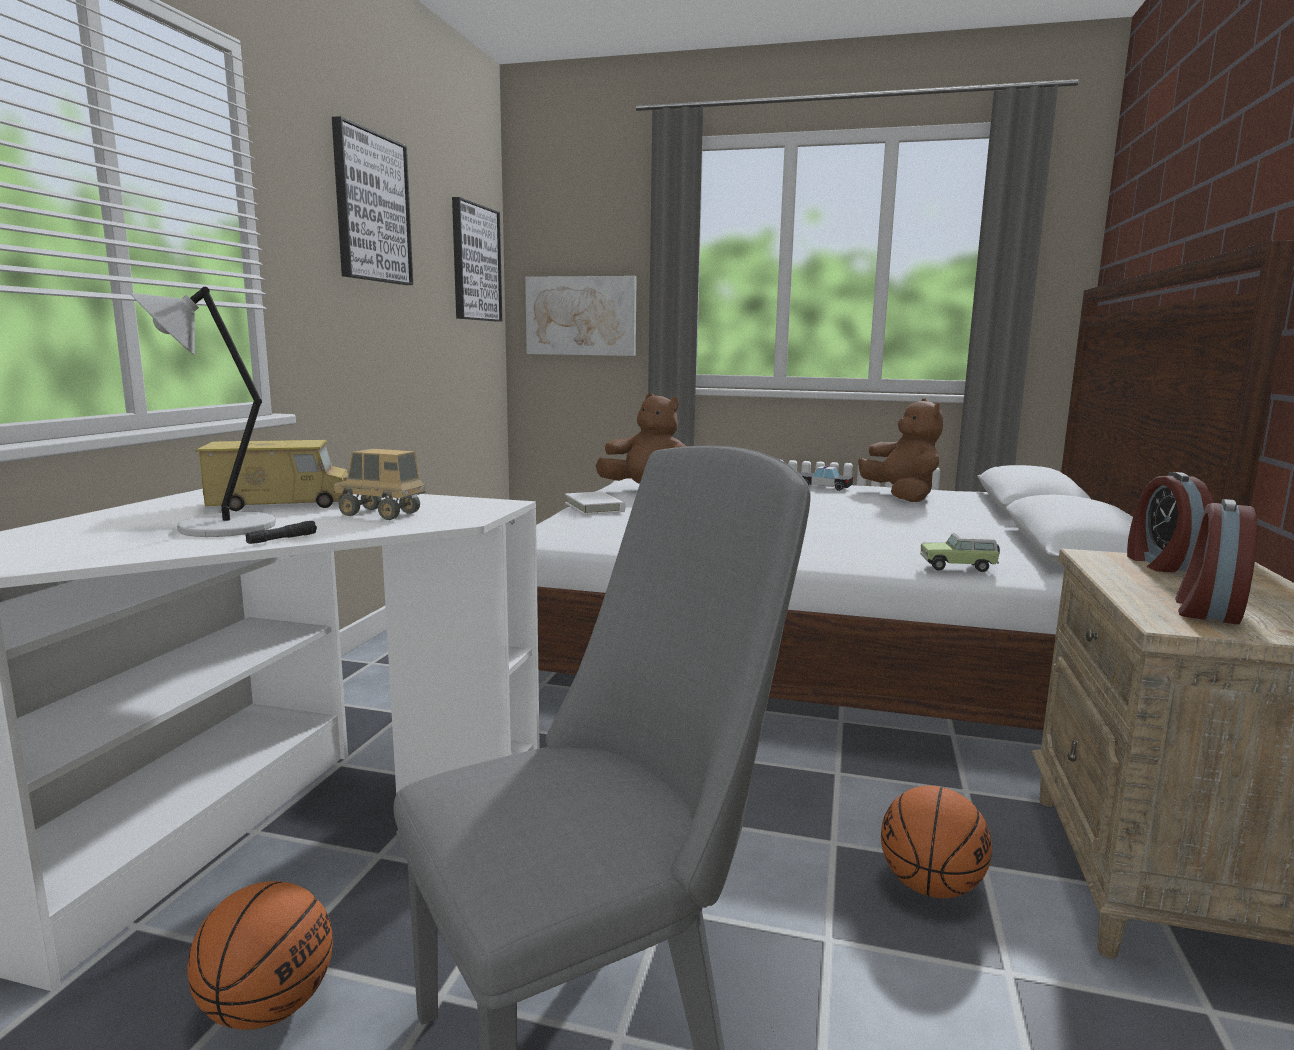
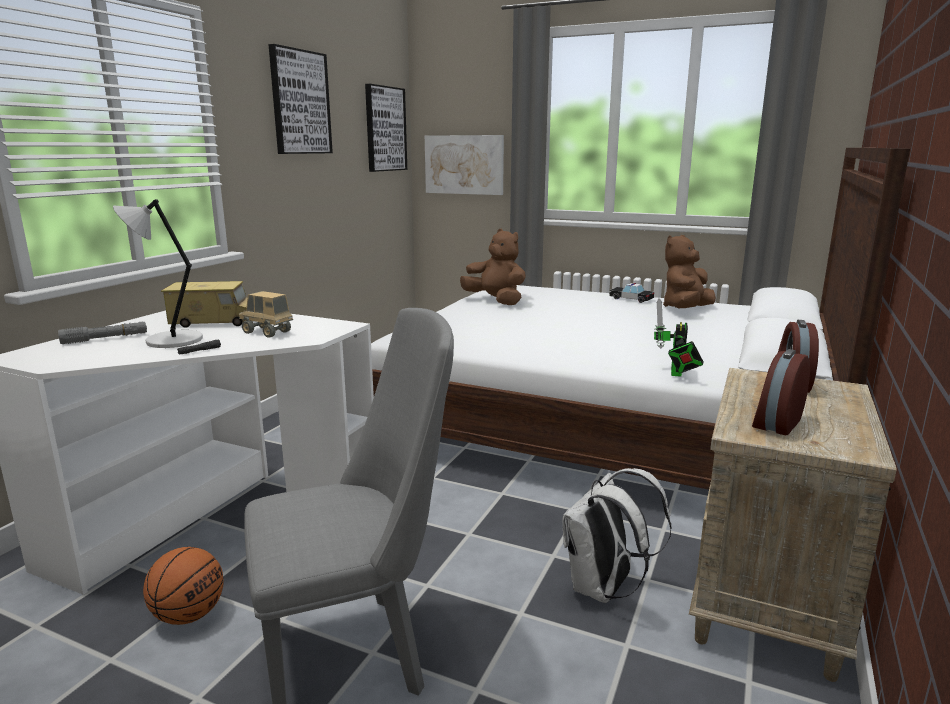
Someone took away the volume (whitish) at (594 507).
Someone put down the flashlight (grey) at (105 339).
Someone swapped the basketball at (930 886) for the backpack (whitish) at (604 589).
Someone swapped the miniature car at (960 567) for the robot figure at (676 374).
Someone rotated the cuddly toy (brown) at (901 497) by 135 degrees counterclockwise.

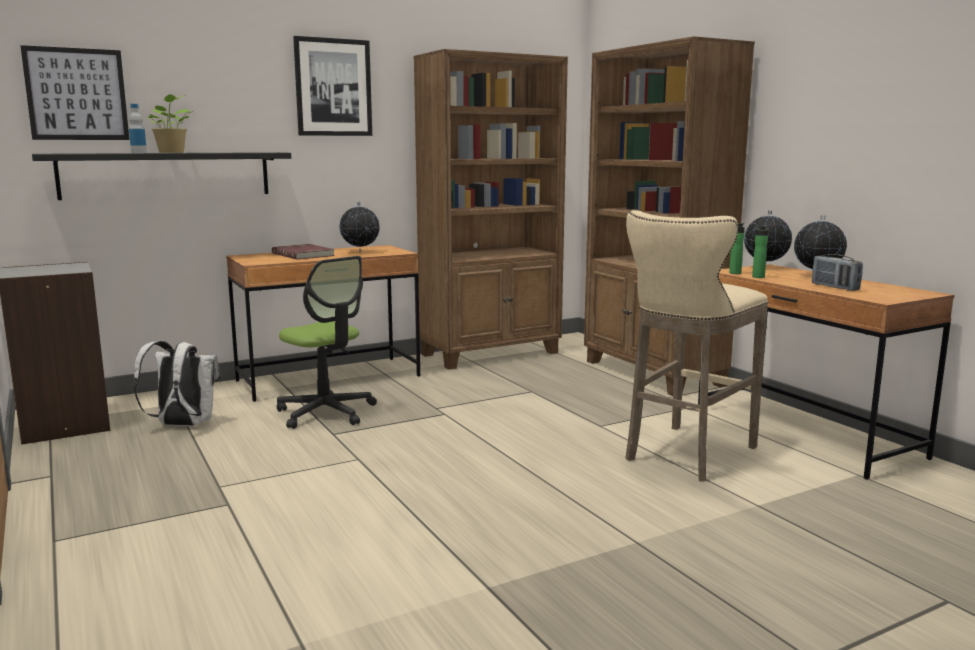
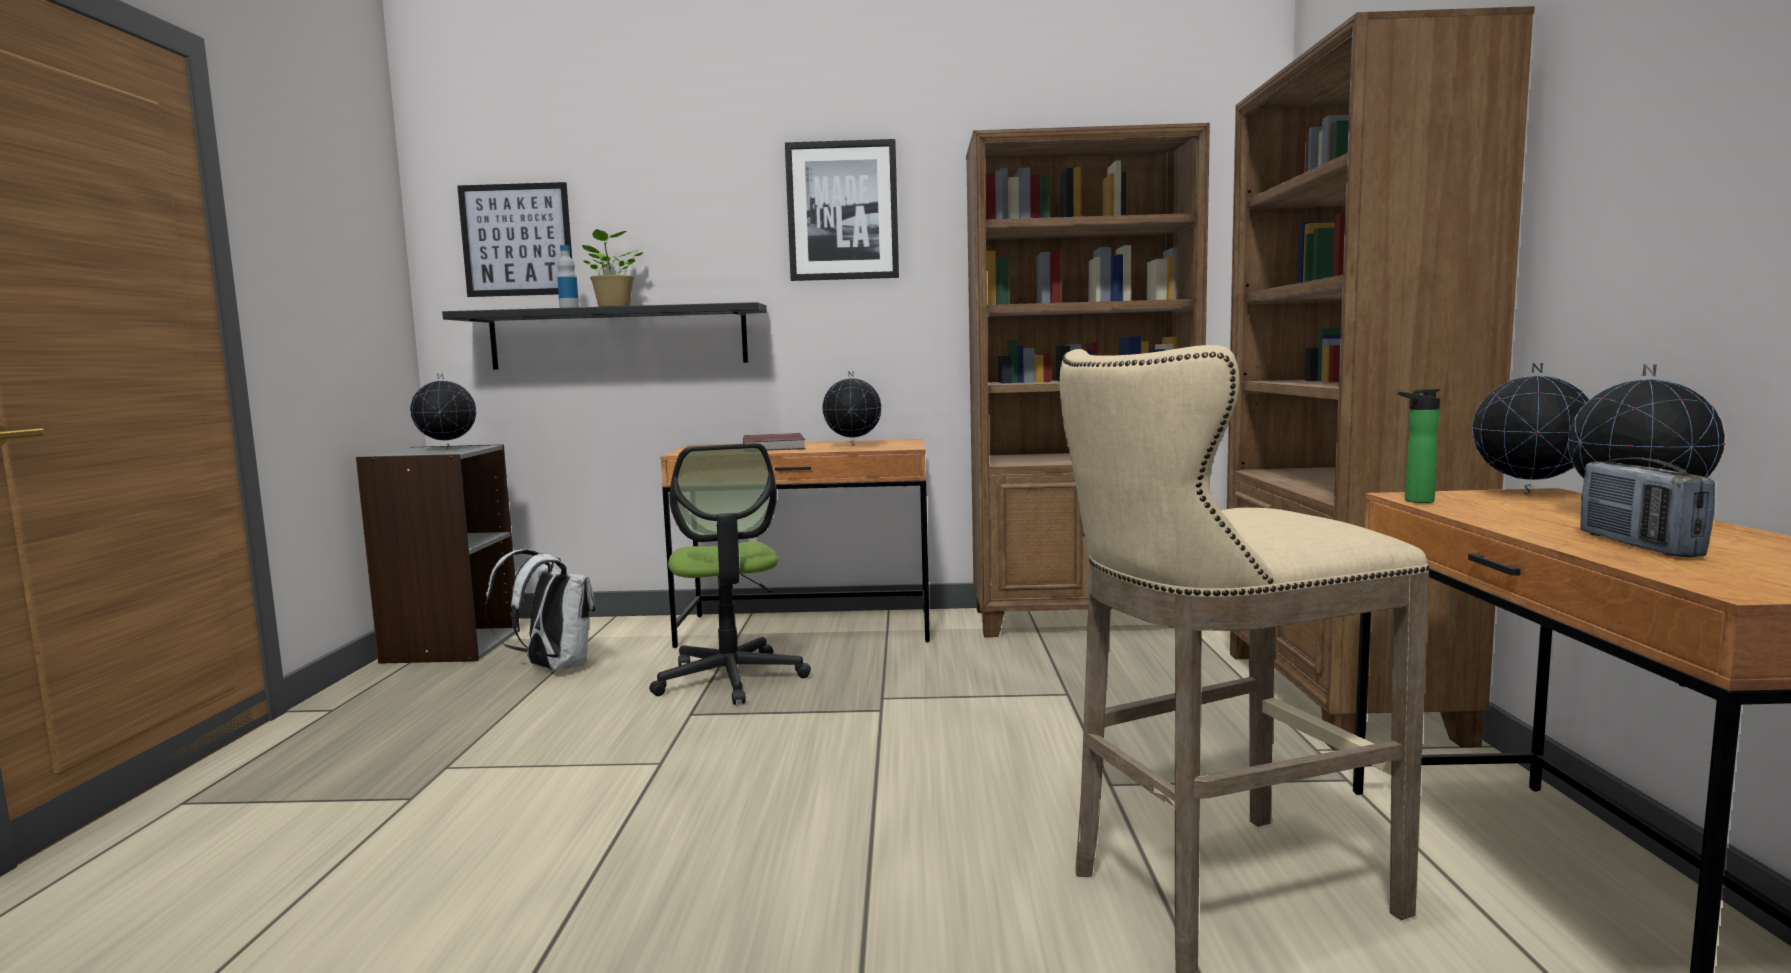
Someone took away the drink bottle at (758 276).
Someone put down the globe at (447 448).

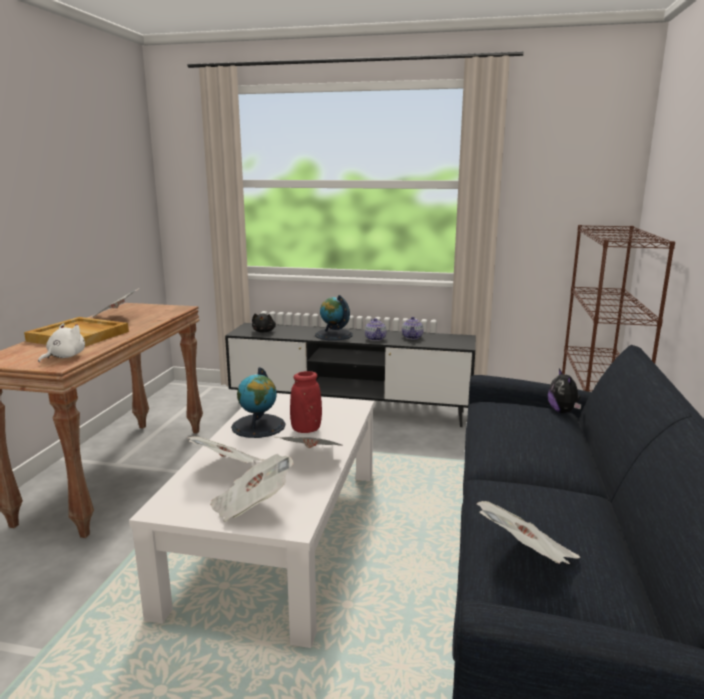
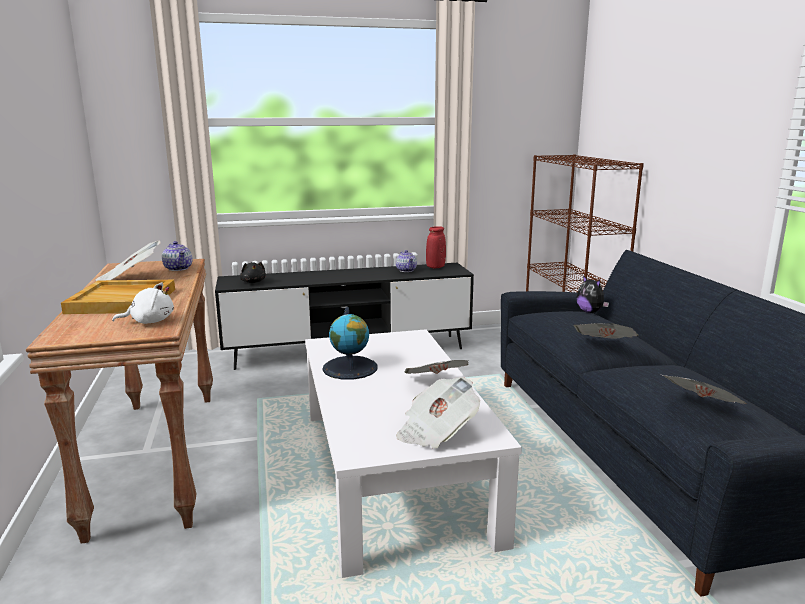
Someone took away the globe at (333 335).
Someone carried the daily paper from (228 468) to (604 347).
Someone carried the vase (red-coloured) from (306 429) to (435 267).
Someone carried the teapot from (375 338) to (178 268).
Someone rotated the cuddly toy (whitish) at (64 357) by 75 degrees clockwise.

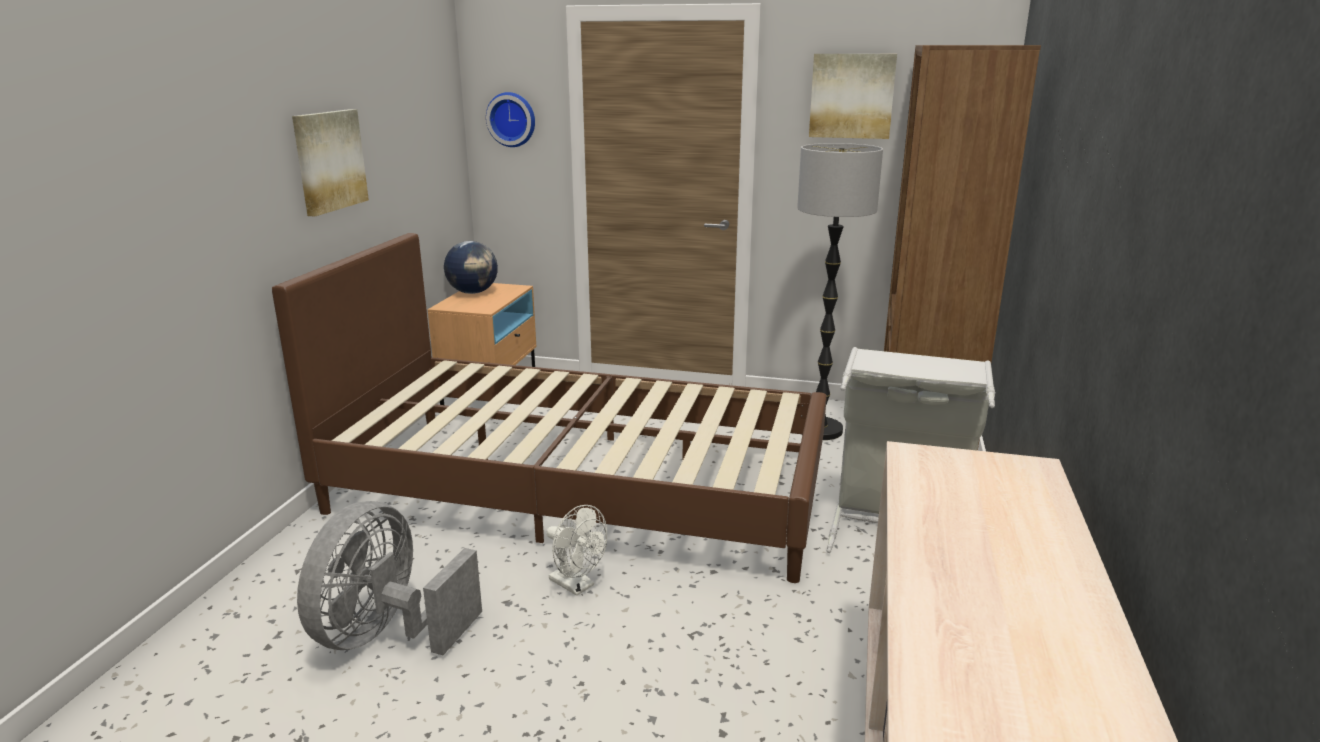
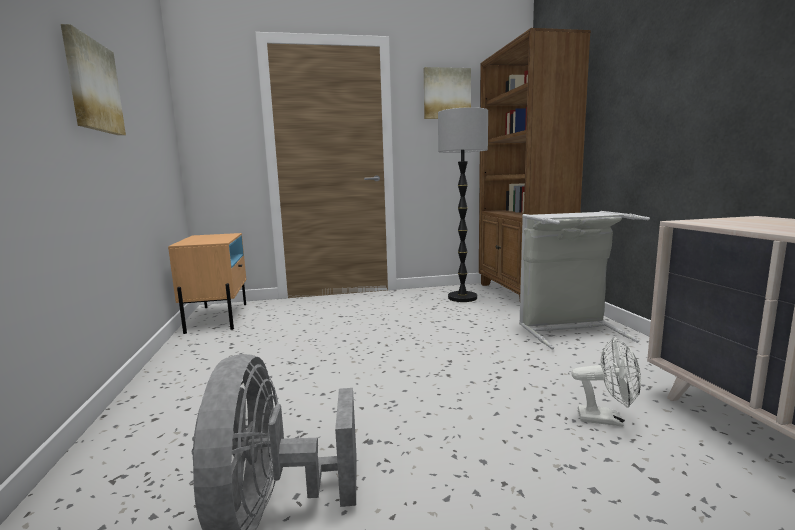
Someone took away the sleeping bed (brown) at (579 488).
Someone took away the globe at (473 292).
Someone took away the clock on the wall at (512 119).
Someone carried the electric fan (whitish) from (577 585) to (607 419).

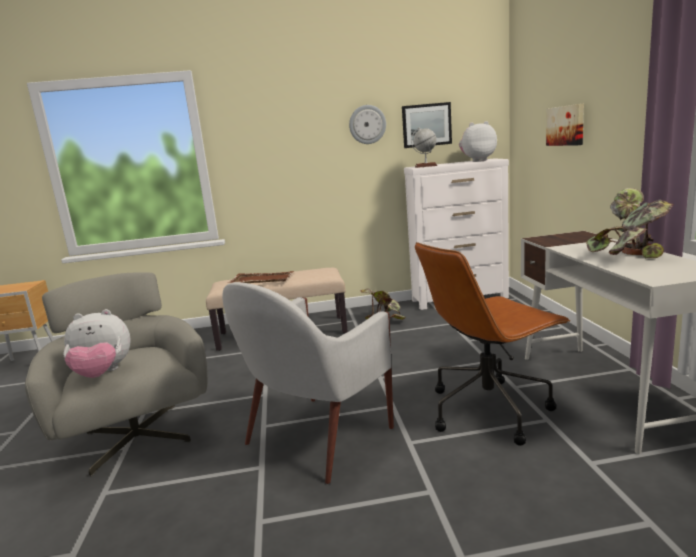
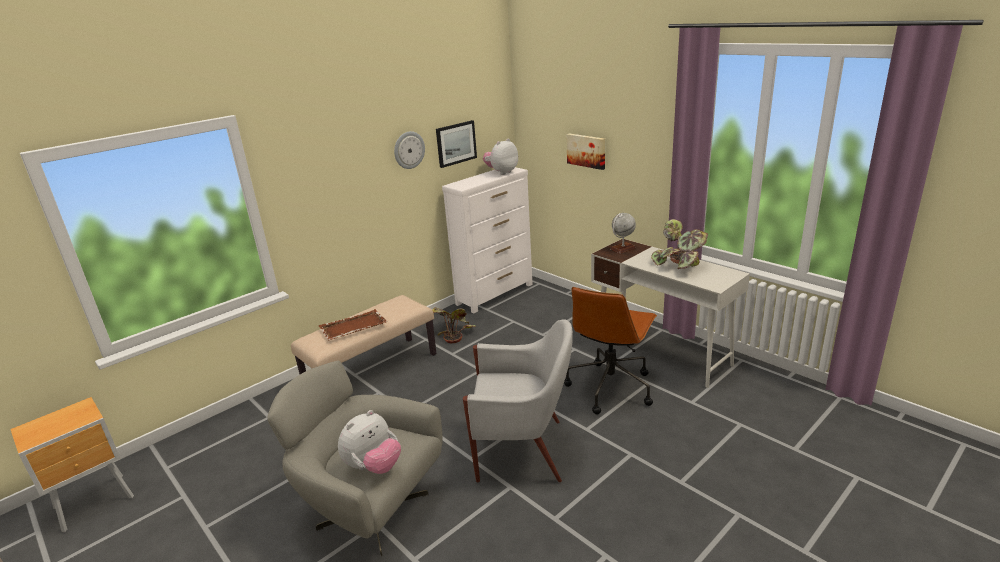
Someone carried the globe from (425 166) to (622 248).
Someone rotated the easy chair (whitish) at (316 437) by 90 degrees counterclockwise.

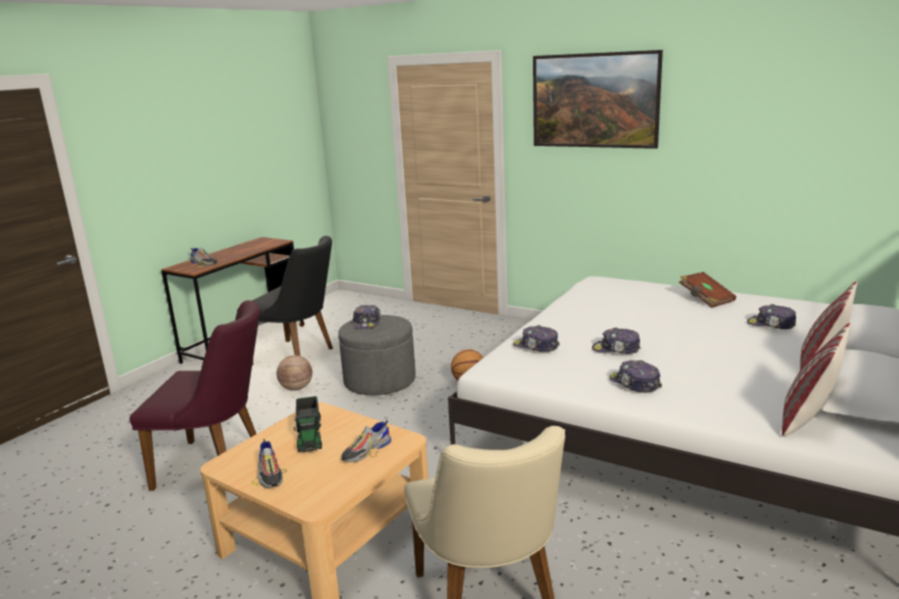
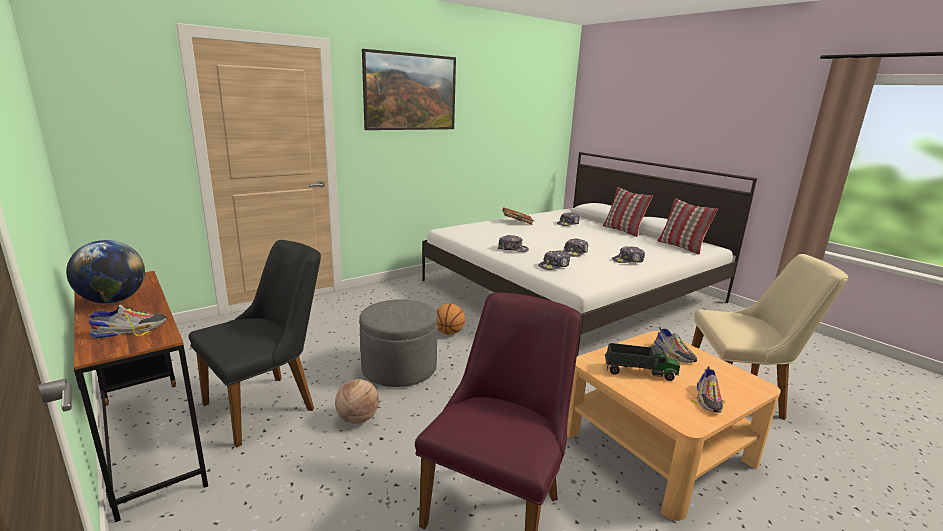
Someone put down the globe at (113 300).
Someone carried the peaked cap from (367 323) to (512 249).
Someone rotated the shoe at (270 474) by 105 degrees clockwise.

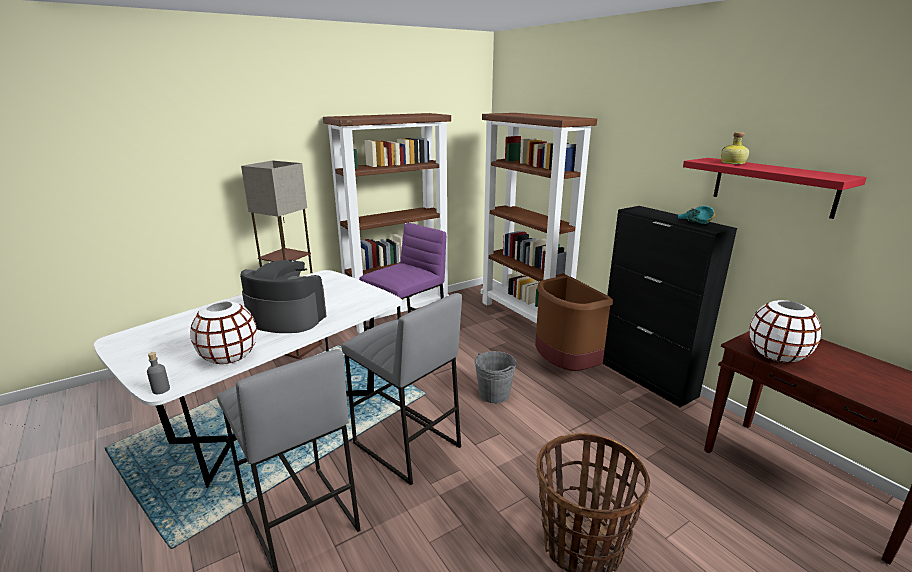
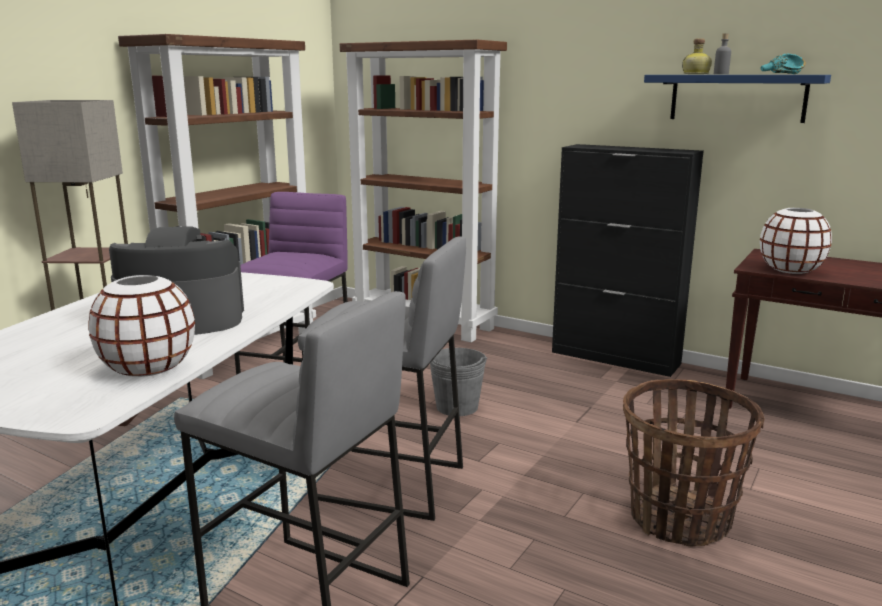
Someone took away the rubbish bin (brown) at (564 366).
Someone carried the drink bottle (grey) from (161 390) to (721 74).
Someone carried the bowl (turquoise) from (695 222) to (781 74).
Someone repainted the bracket shelf (red-coloured) at (773 186), which became the bracket shelf (blue) at (737 98).

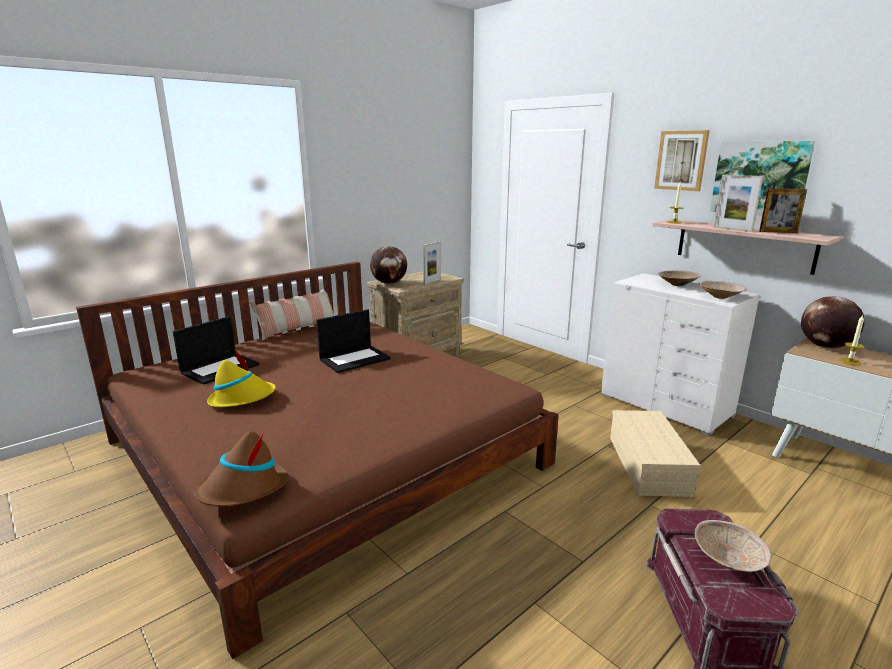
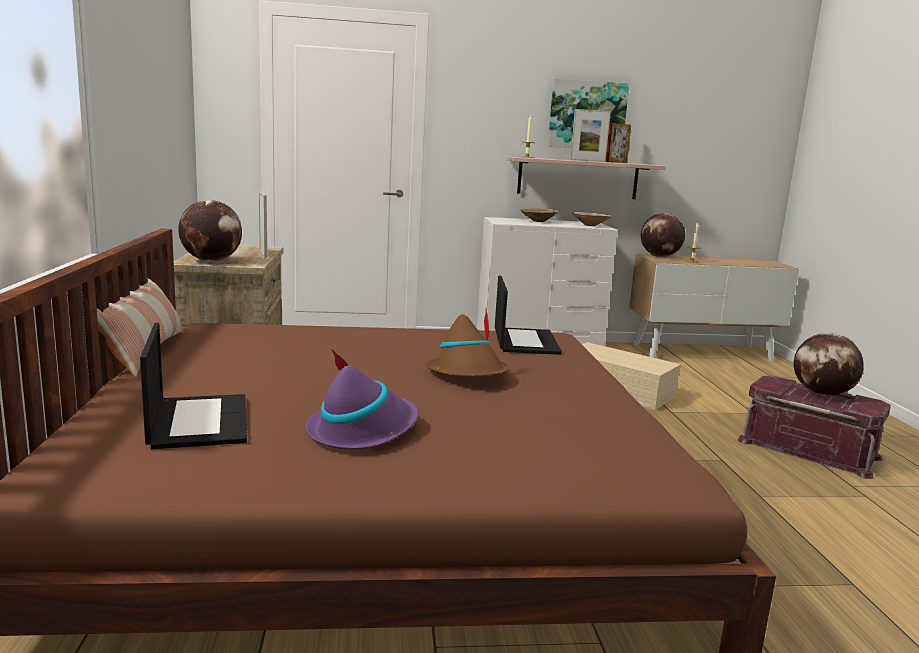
Someone took away the picture at (681 160).
Someone carried the clothing hat (brown) from (243 489) to (468 374).
Someone carried the portable computer from (355 359) to (524 341).
Someone swapped the bowl (sand-coloured) at (728 560) for the globe at (822 394).
Someone repainted the clothing hat (yellowish) at (242 398), which became the clothing hat (purplish) at (363 430).

